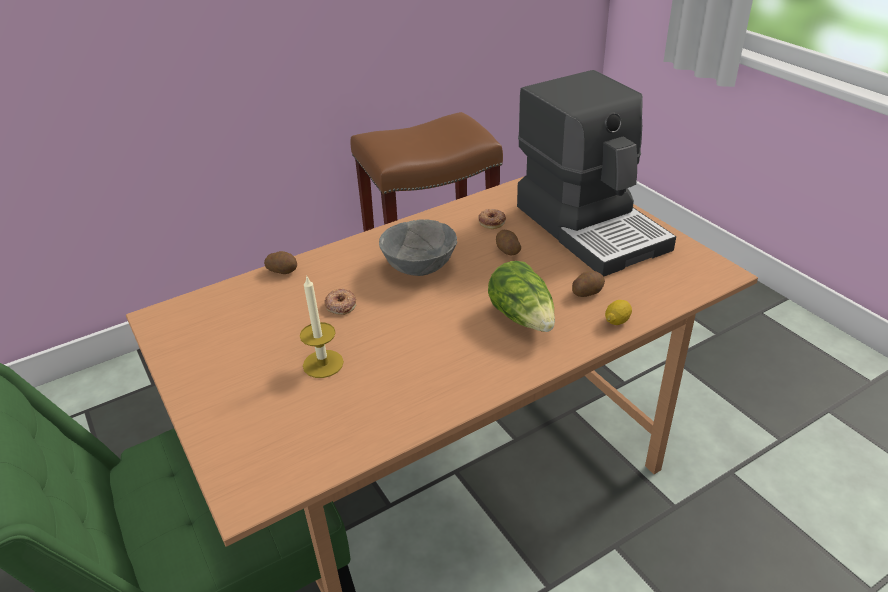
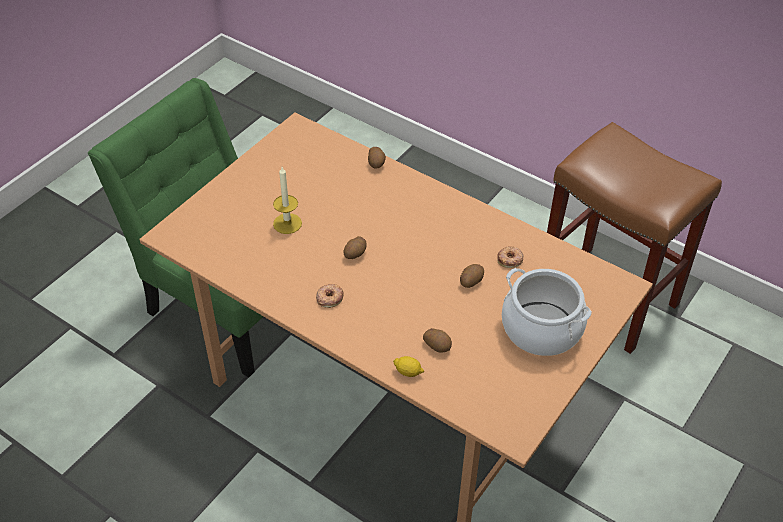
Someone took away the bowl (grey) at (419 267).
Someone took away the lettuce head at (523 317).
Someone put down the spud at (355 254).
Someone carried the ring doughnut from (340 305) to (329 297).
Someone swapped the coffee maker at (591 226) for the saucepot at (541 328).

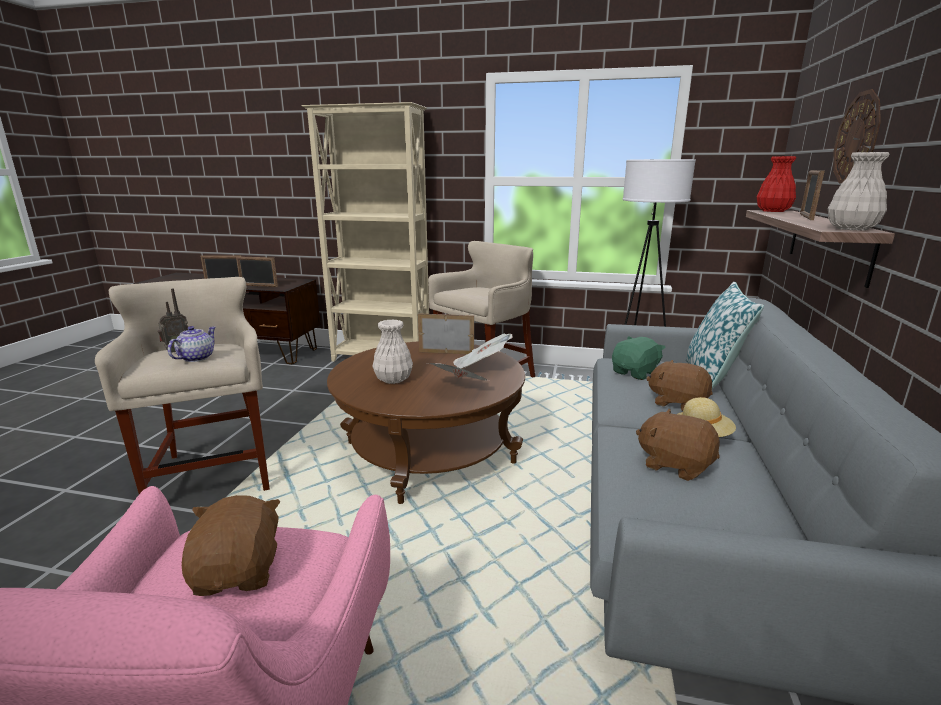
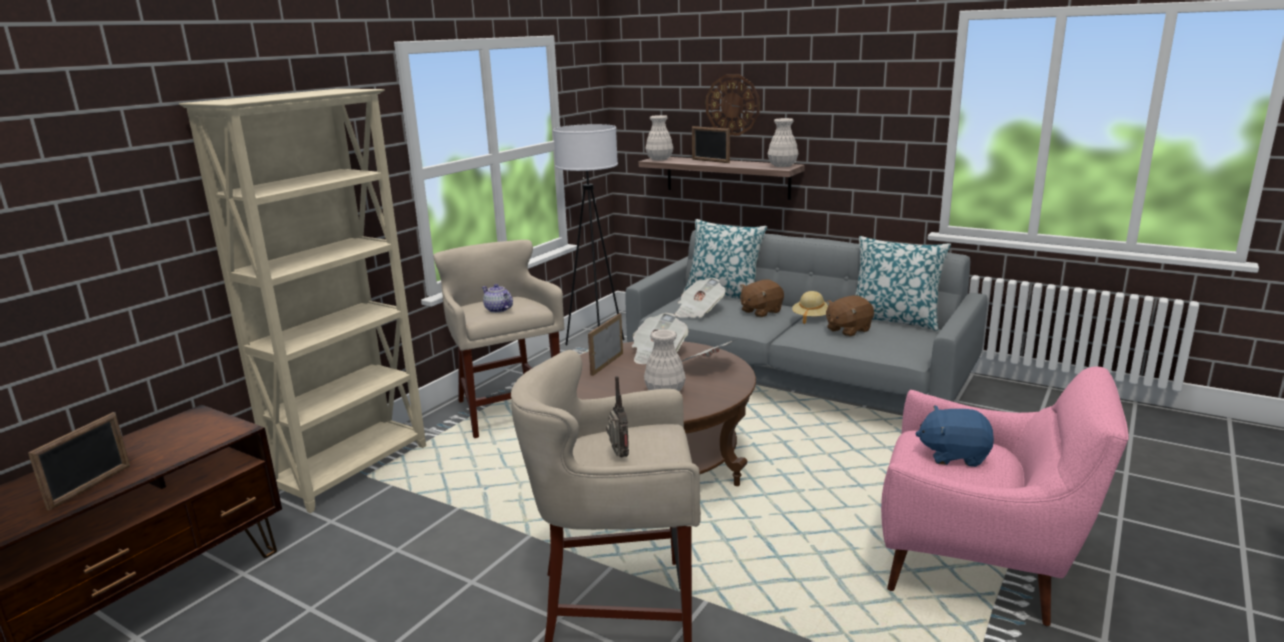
Someone took away the standing frame at (258 286).
Someone put down the throw pillow at (894 320).
Someone carried the teapot from (196 358) to (498 310).
Someone swapped the cuddly toy (green-coloured) at (635 373) for the daily paper at (698 311).
Someone repainted the cuddly toy (brown) at (239 572), which became the cuddly toy (blue) at (954 455).
Someone repainted the vase (red-coloured) at (772 211), which became the vase (whitish) at (659 159).

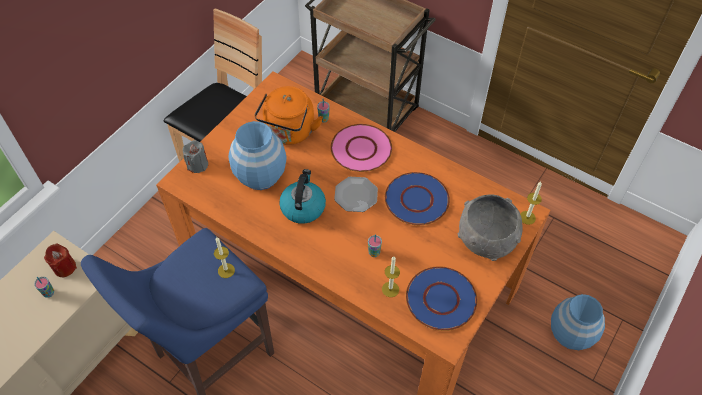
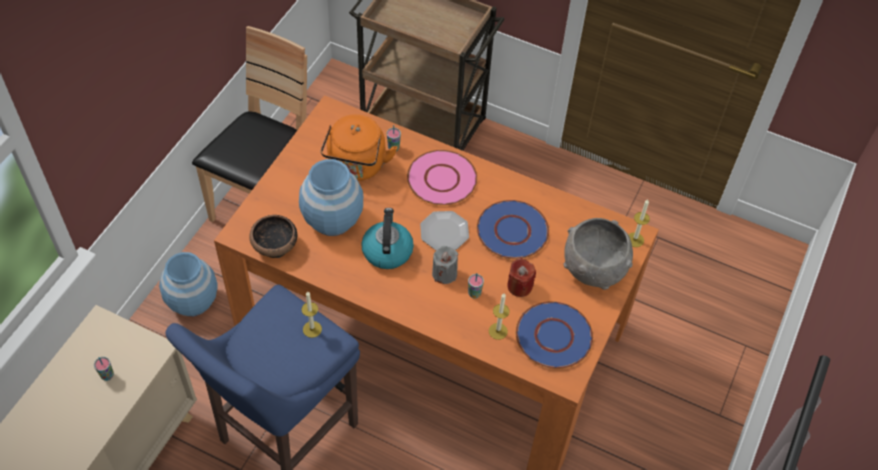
Someone put down the bowl at (275 246).
Someone carried the candle (red-coloured) from (64 267) to (519 286).
Someone carried the candle (grey) from (197 165) to (444 273).
Someone carried the vase (blue) from (570 334) to (192 301).

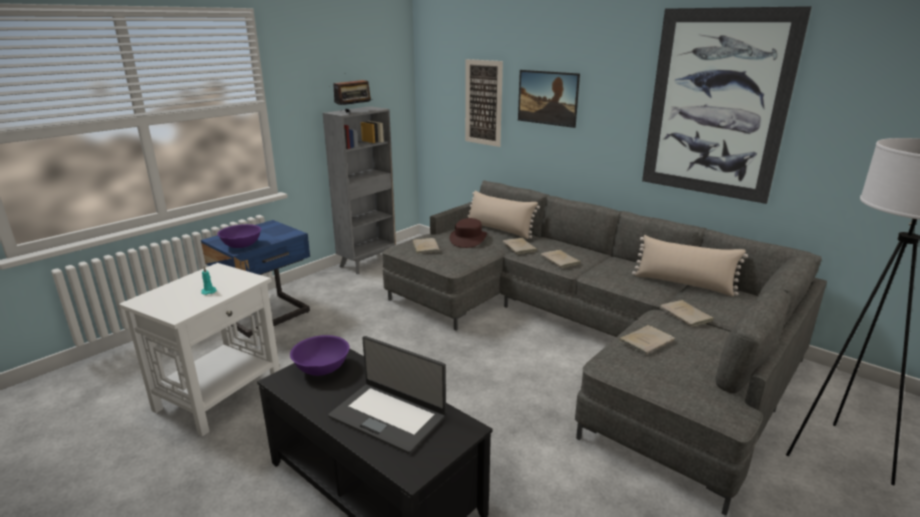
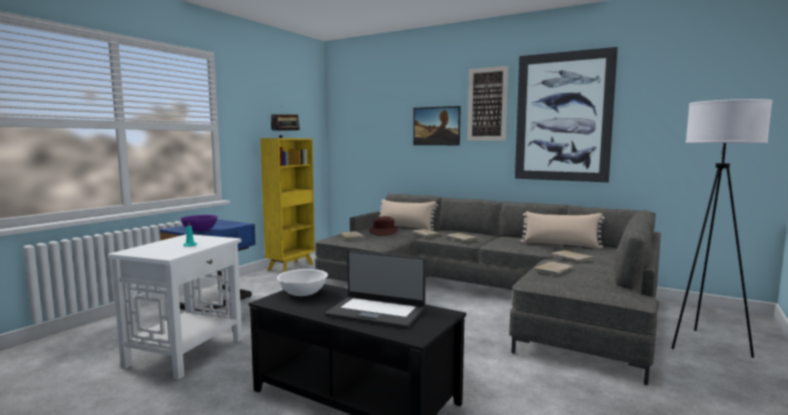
Someone carried the picture from (483 103) to (487 104).
Someone repainted the bowl (purplish) at (322 368), which became the bowl (whitish) at (303 293).
Someone repainted the bookcase (grey) at (368 263), which became the bookcase (yellowish) at (291 266).

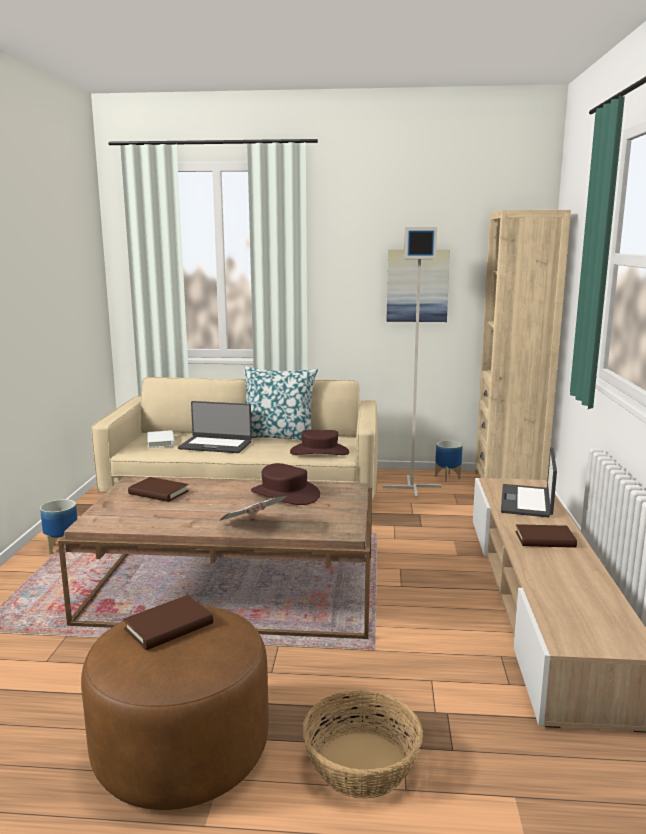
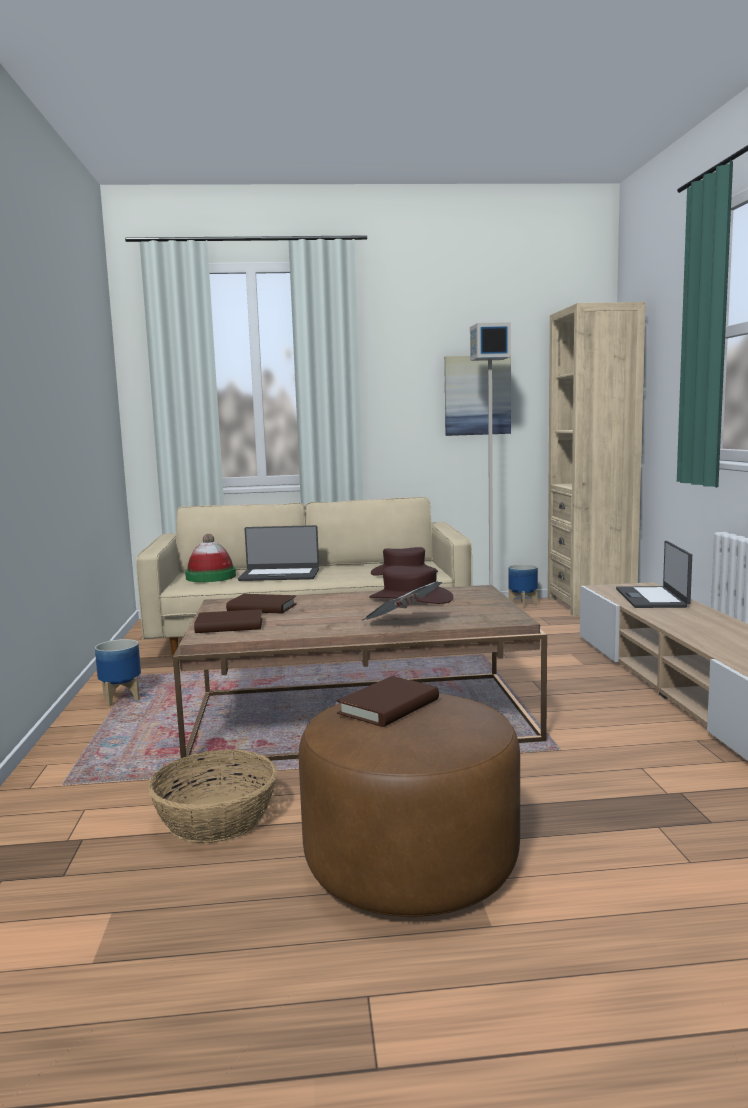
Someone took away the throw pillow at (278 437).
Someone carried the storage basket from (362 764) to (217 818).
Someone carried the volume (brown) from (545 540) to (229 626).
Someone swapped the volume (whitish) at (161 441) for the clothing hat at (211 577).

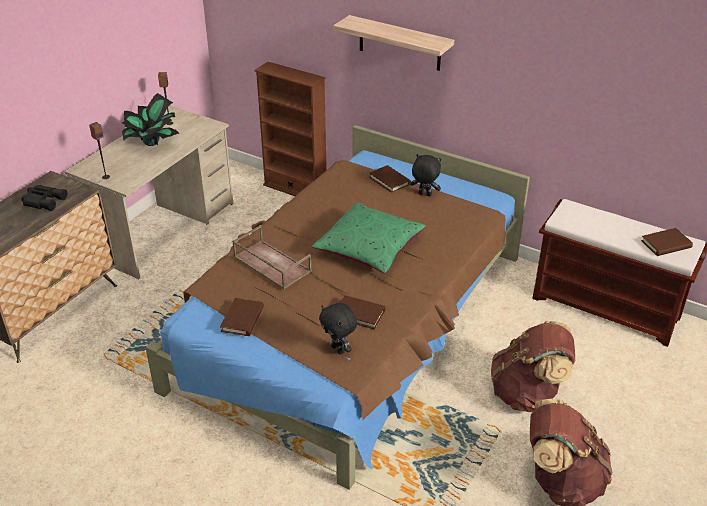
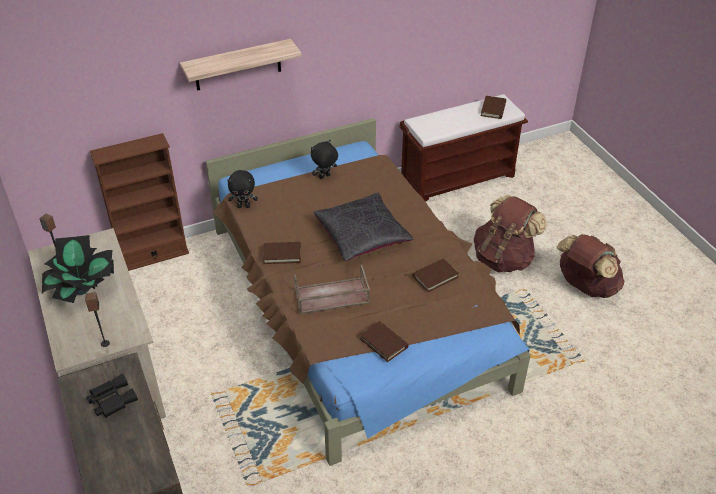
Someone carried the cuddly toy (black) from (338 349) to (244 206).
Someone carried the volume (brown) from (389 181) to (282 254).
Someone repainted the throw pillow (green-coloured) at (369 248), which became the throw pillow (black) at (362 236).

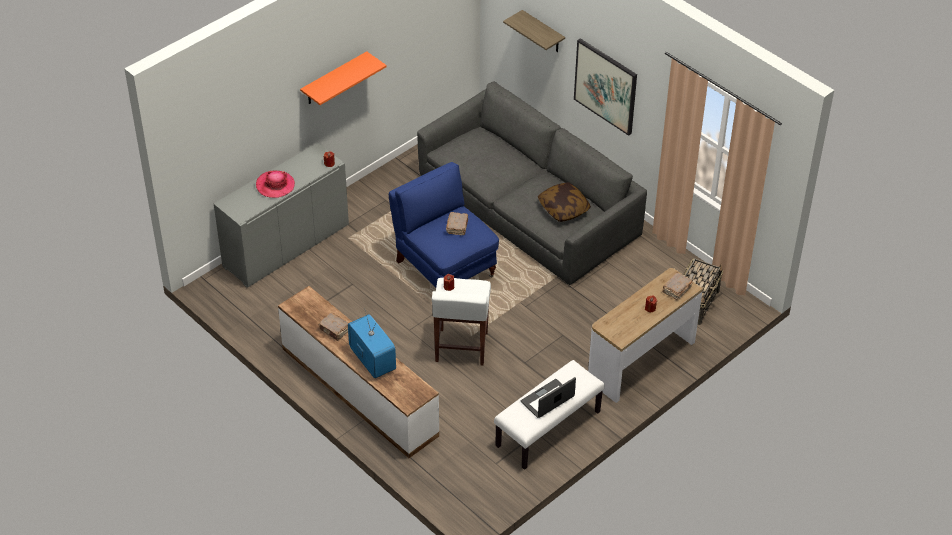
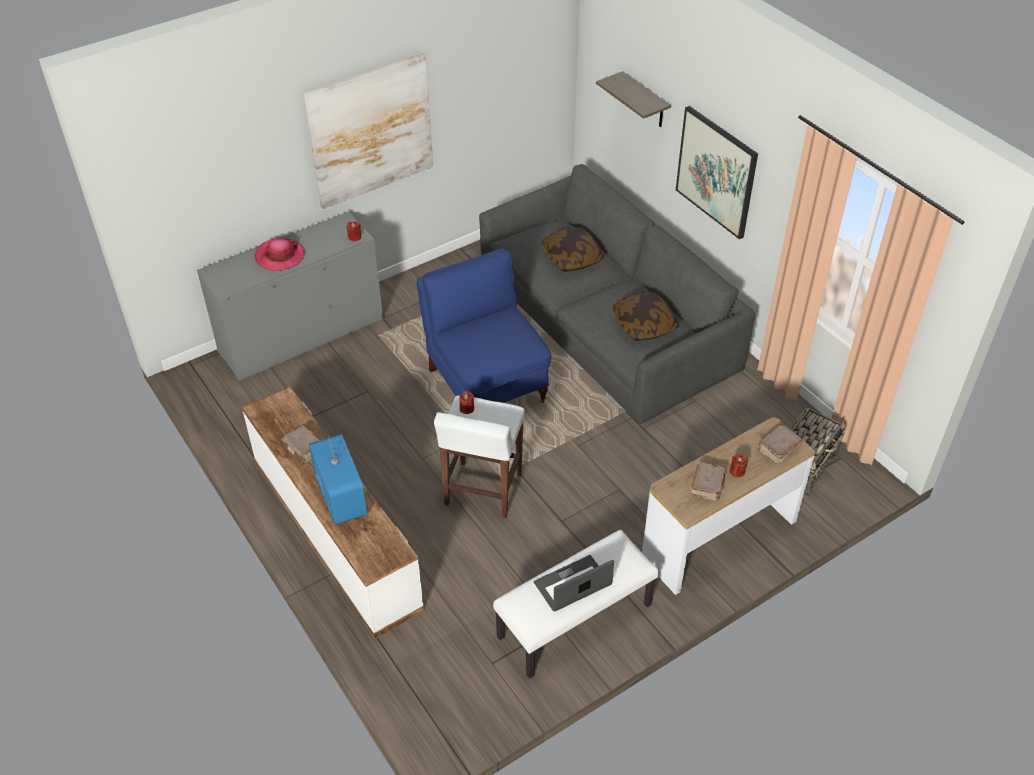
Someone put down the throw pillow at (572 258).
Someone carried the volume (brown) from (457 227) to (708 486).
Someone swapped the bracket shelf (orangey) at (334 79) for the picture at (371 131).

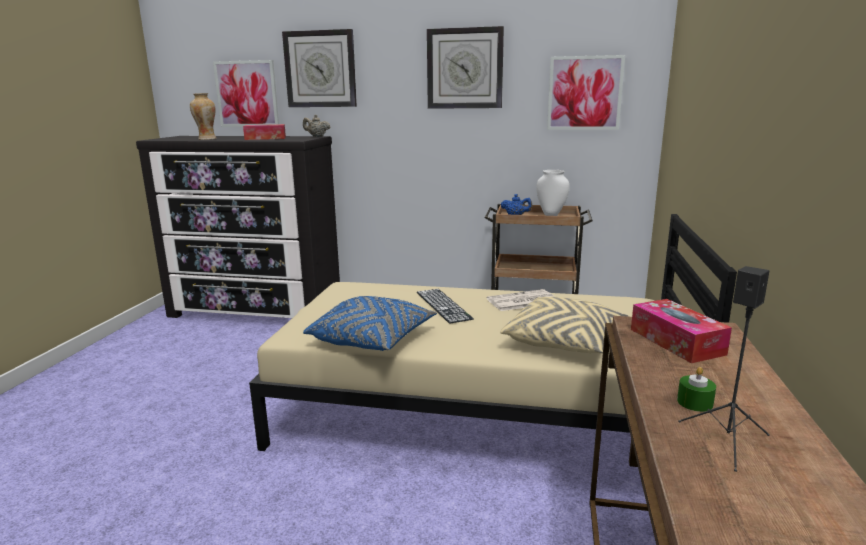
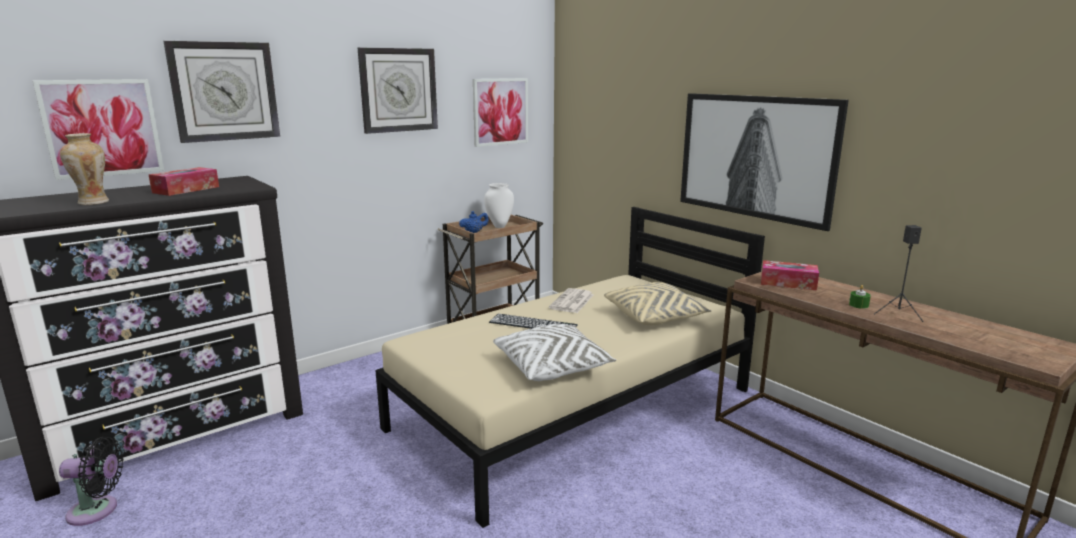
Someone took away the teapot (sand-coloured) at (316 136).
Someone put down the electric fan (black) at (97 511).
Someone put up the picture at (755 157).
Someone repainted the throw pillow (blue) at (373 339), which became the throw pillow (whitish) at (552 366).

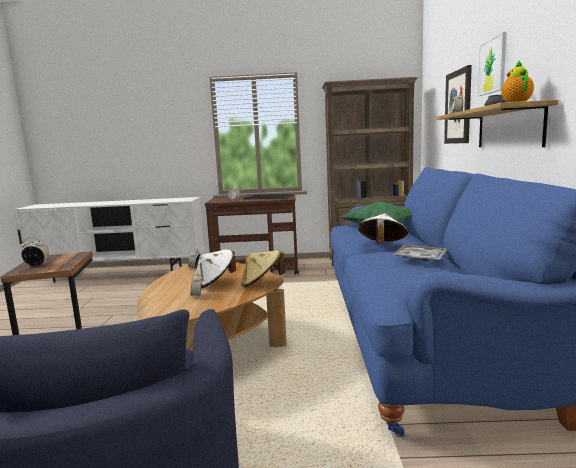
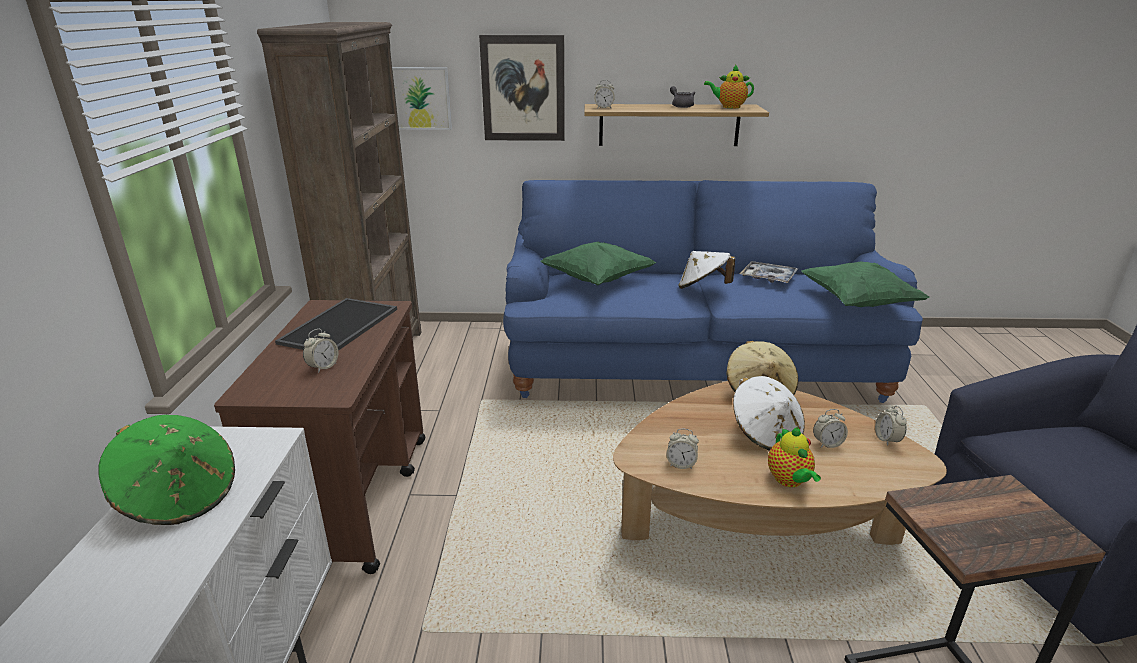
Someone put down the clothing hat (green-coloured) at (179 497).
Someone put down the teapot at (789 481).
Someone put down the throw pillow (green-coloured) at (858 302).
Someone carried the alarm clock from (37 264) to (887 439).
Someone carried the picture from (492 66) to (420 98).

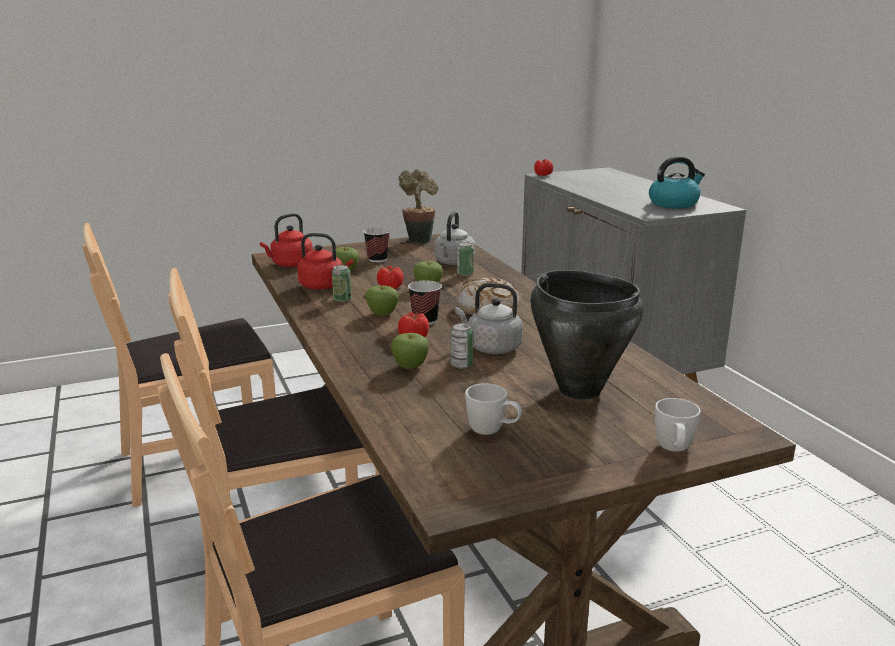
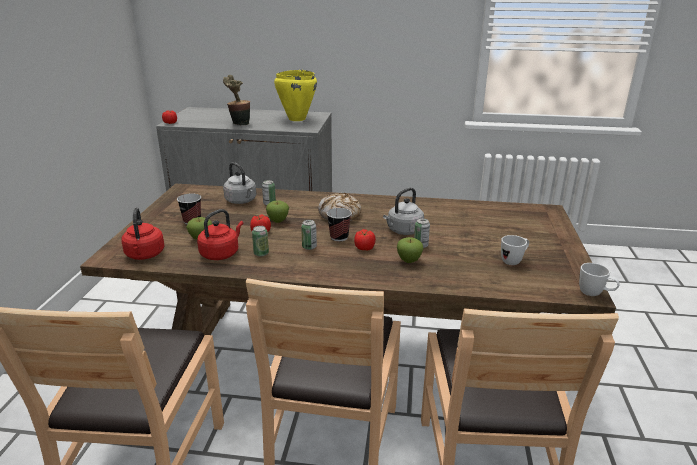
Someone took away the saucepot (black) at (579 389).
Someone carried the houseplant from (418 240) to (239 124).
Someone carried the tea mug (whitish) from (674 450) to (595 294).
Someone swapped the apple fruit at (382 314) for the can at (309 247).
Someone swapped the water kettle at (674 204) for the saucepot (yellowish) at (296 119).

